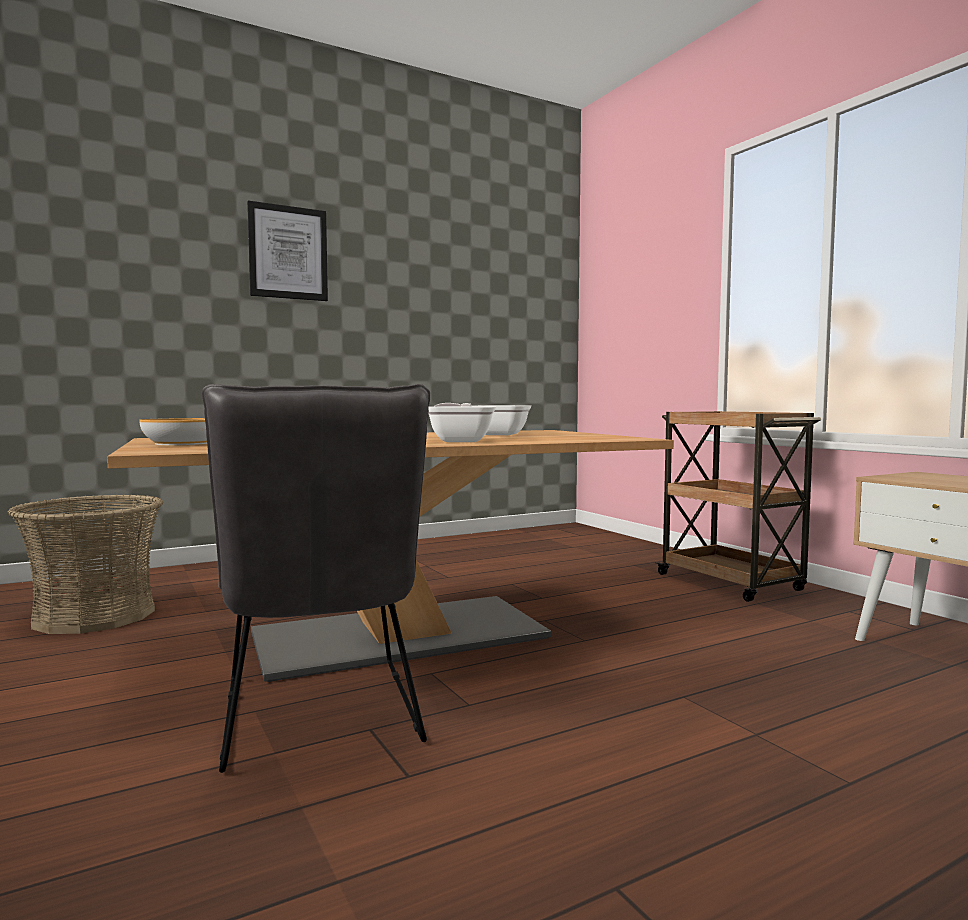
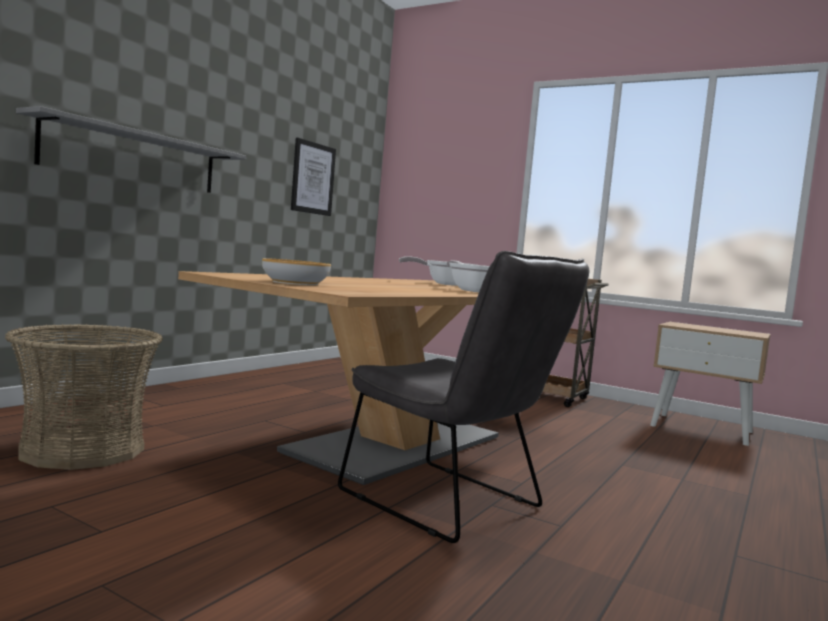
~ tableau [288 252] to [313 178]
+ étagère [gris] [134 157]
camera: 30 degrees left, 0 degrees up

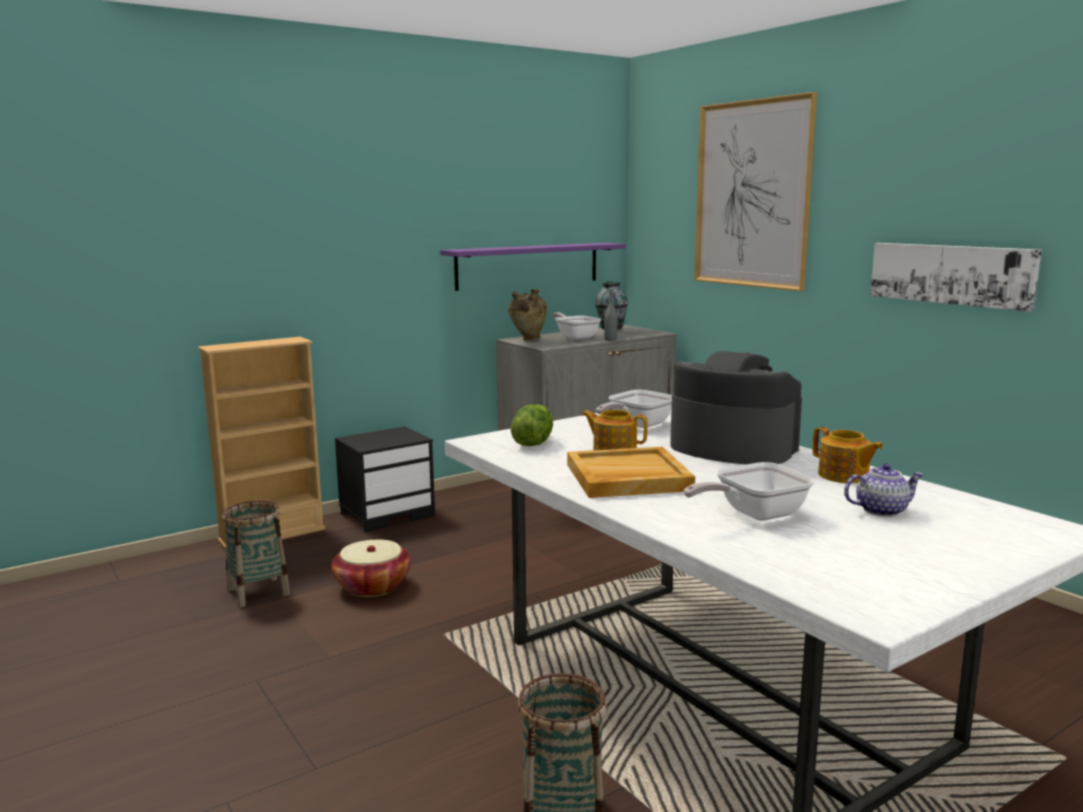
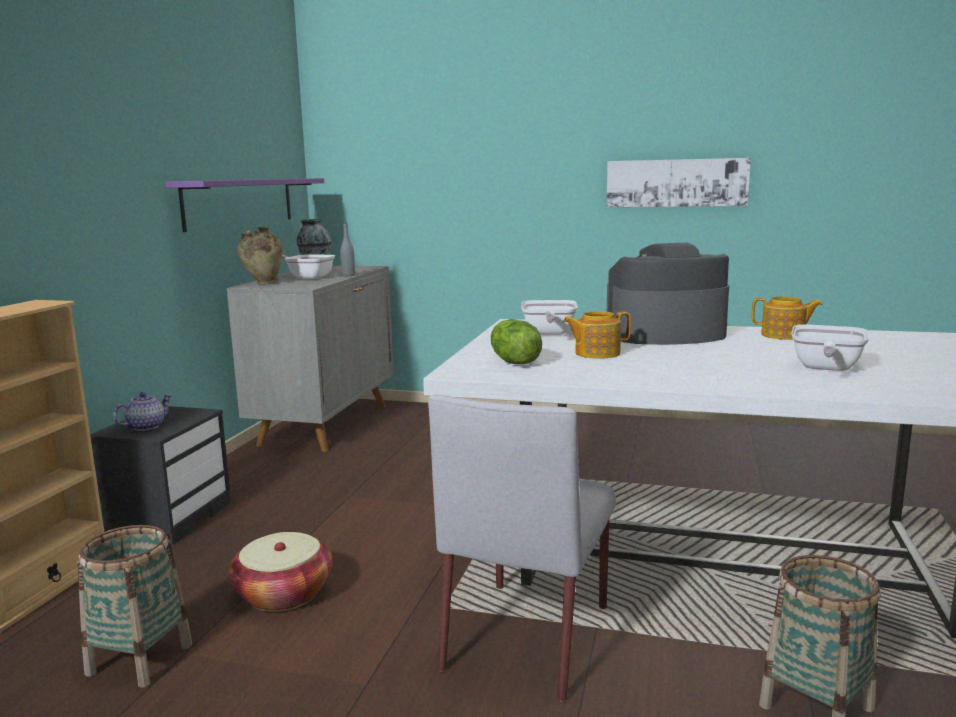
- tableau [752 194]
- plateau [beige] [627 477]
~ théière [881 510] to [146 426]
+ chaise [gris] [528 635]
camera: 40 degrees left, 0 degrees up

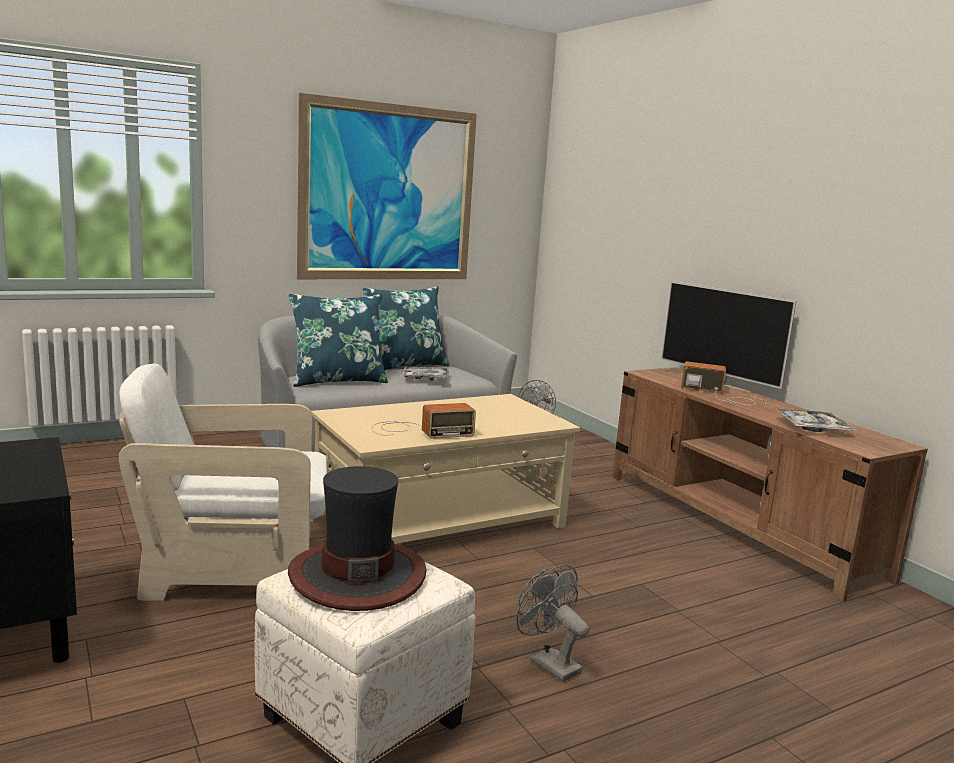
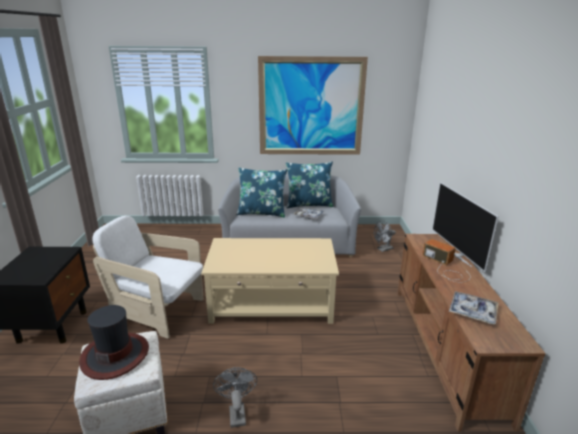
- radio [418 430]
camera: 30 degrees right, 10 degrees up

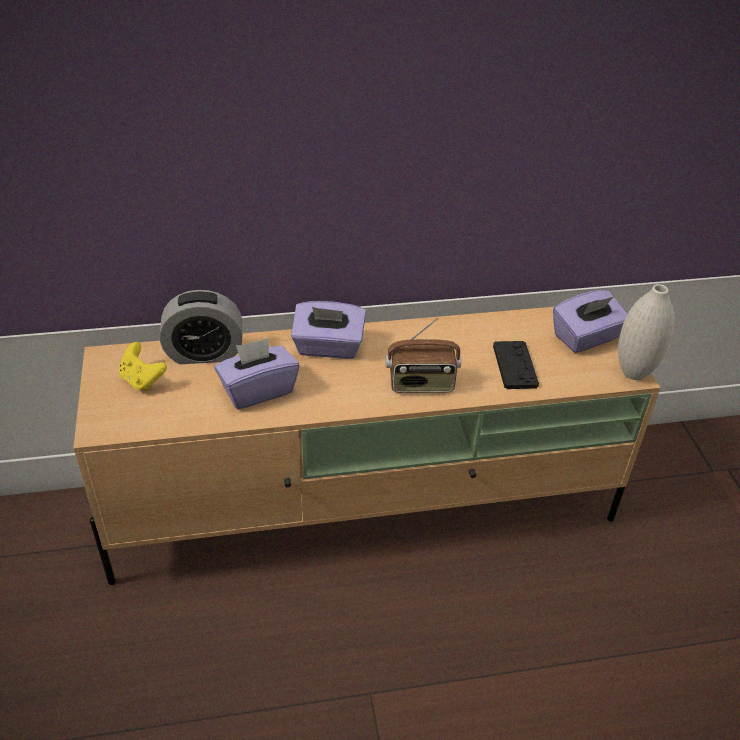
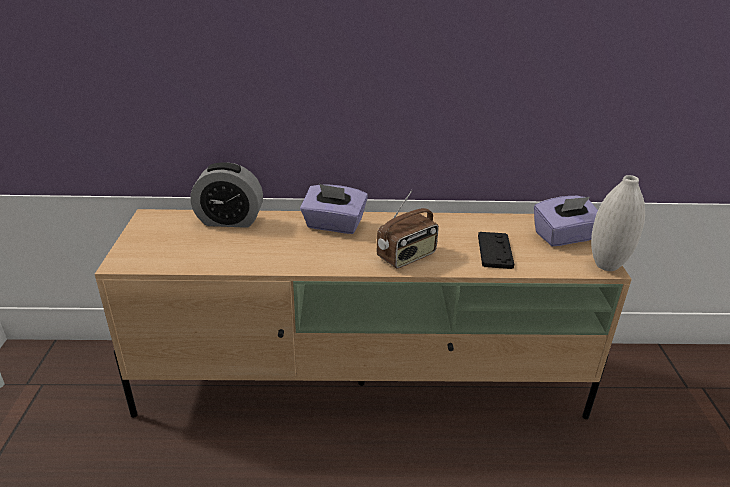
~ radio [421 384] = [407 257] 45 degrees counterclockwise
- boîte à mouchoirs [violet] [258 390]
- manette [jaune] [142 380]
camera: 10 degrees right, 10 degrees down

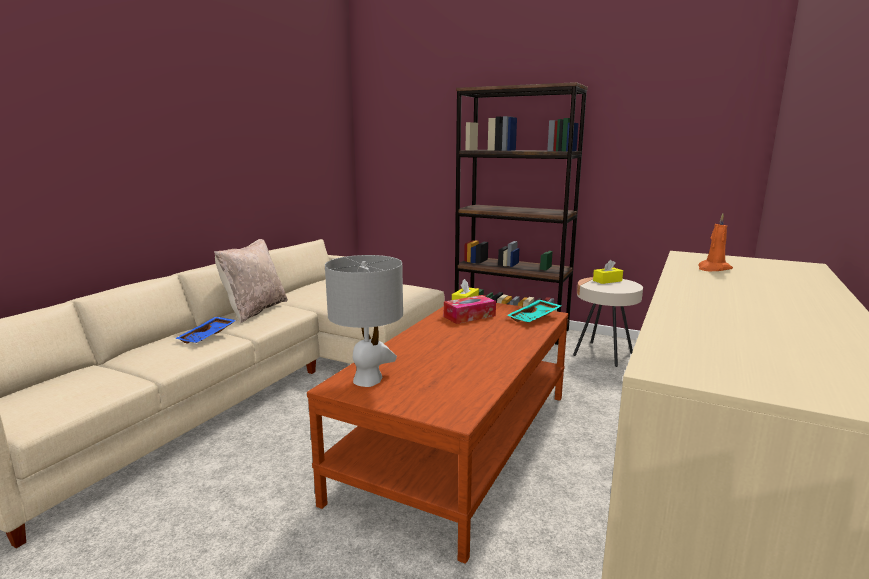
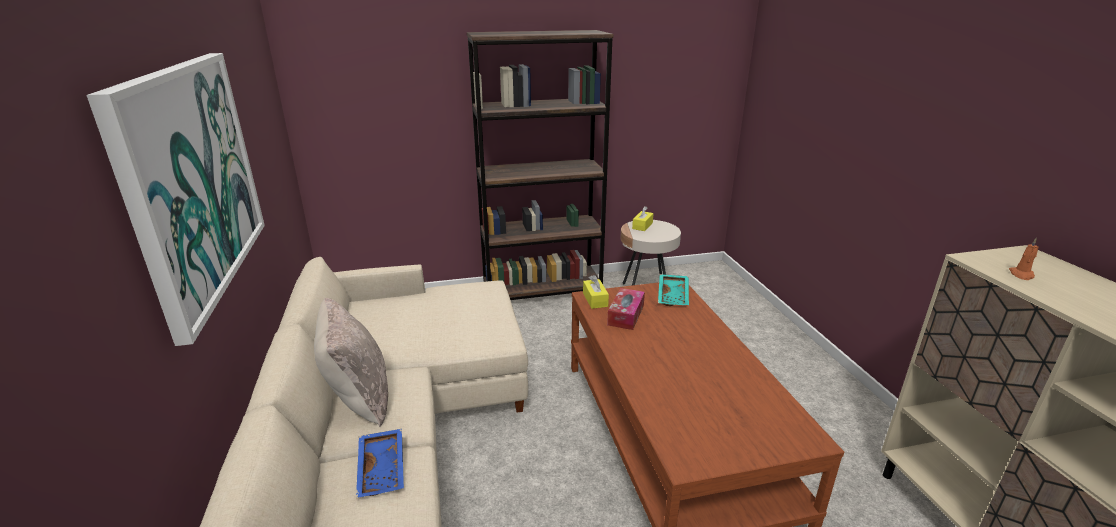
- lampe de table [gris] [368 380]
+ tableau [194 180]
camera: 40 degrees left, 10 degrees up

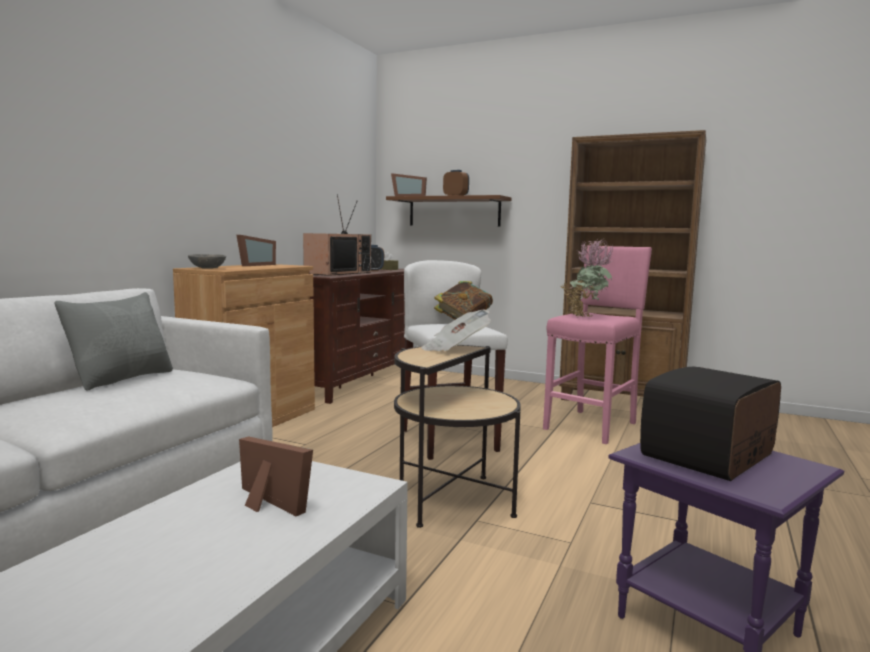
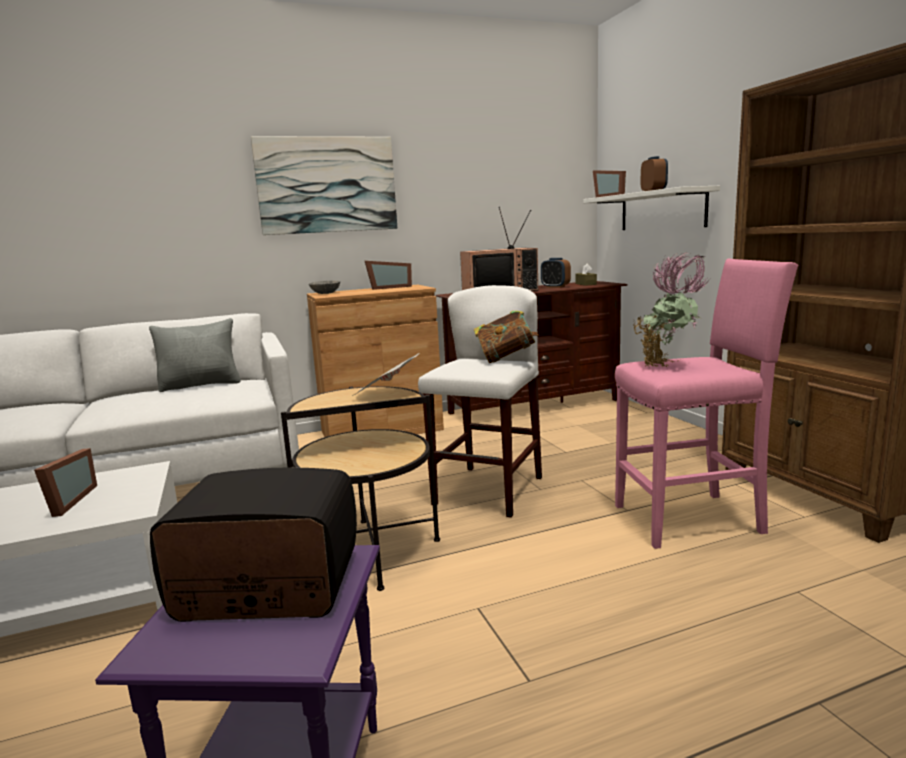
~ étagère [marron] [454 212] to étagère [blanc] [662 210]
+ tableau [327 185]
camera: 45 degrees right, 5 degrees up

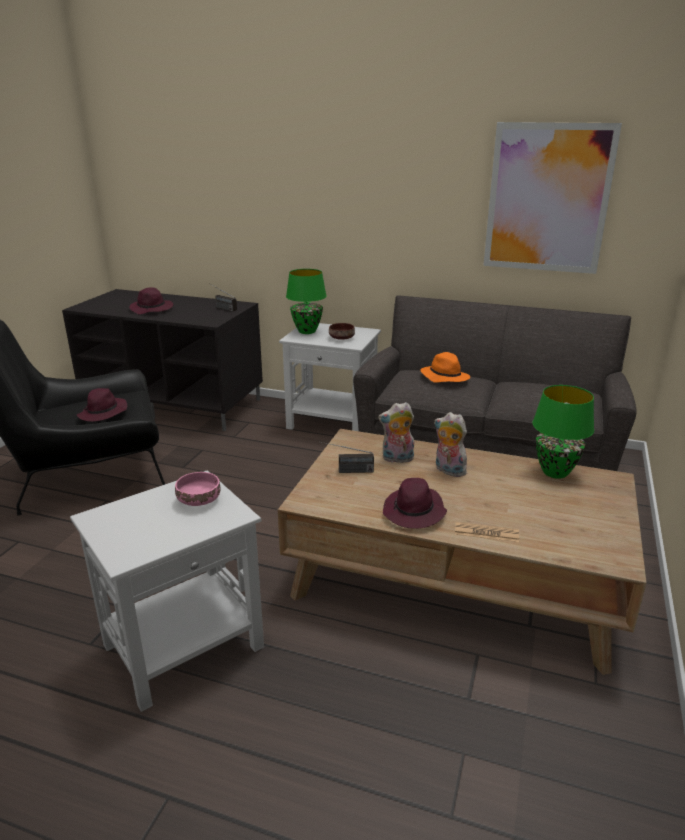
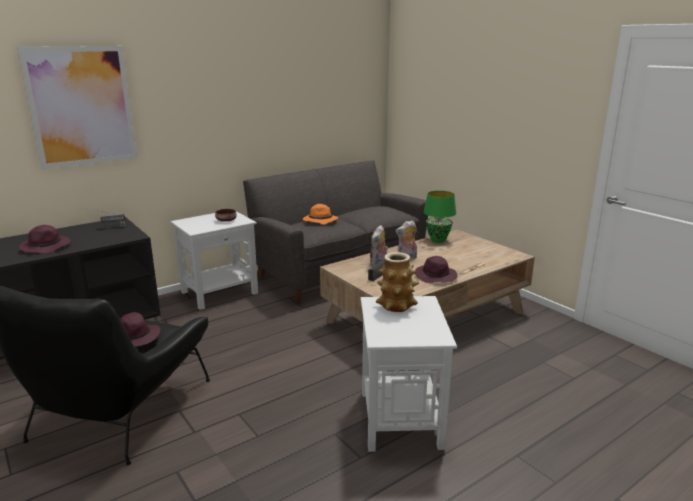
~ tableau [547 199] to [81 106]
- lampe de table [vert] [307 331]
~ bol [rose] [200 499] to vase [396 305]
camera: 55 degrees left, 5 degrees down

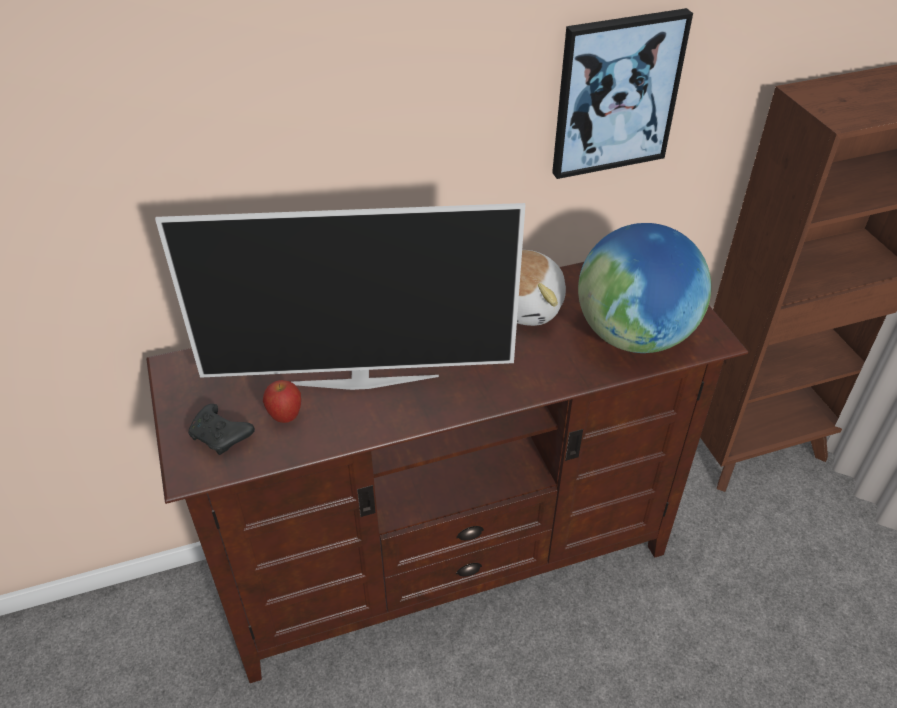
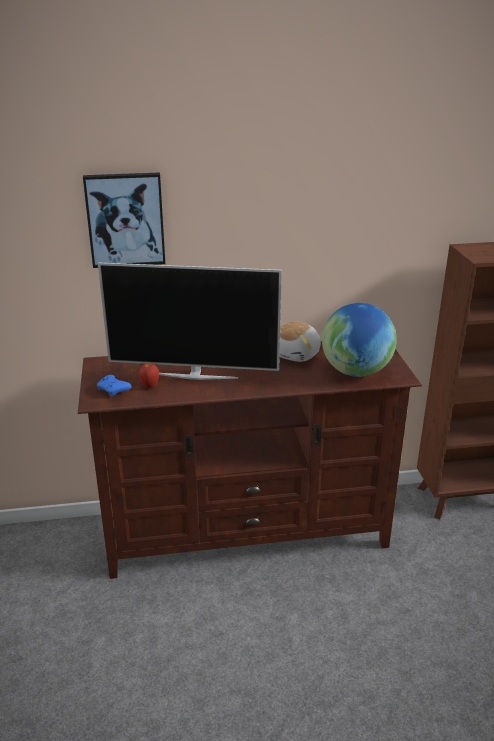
~ tableau [616 94] to [125 220]
~ manette [noir] [221 436] to manette [bleu] [113 390]
camera: 10 degrees right, 15 degrees down

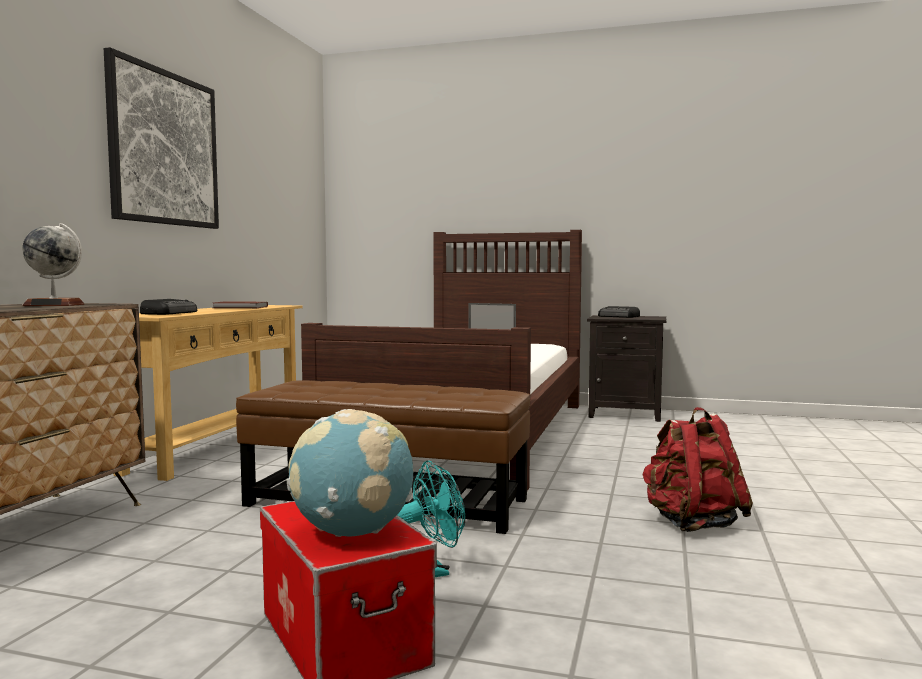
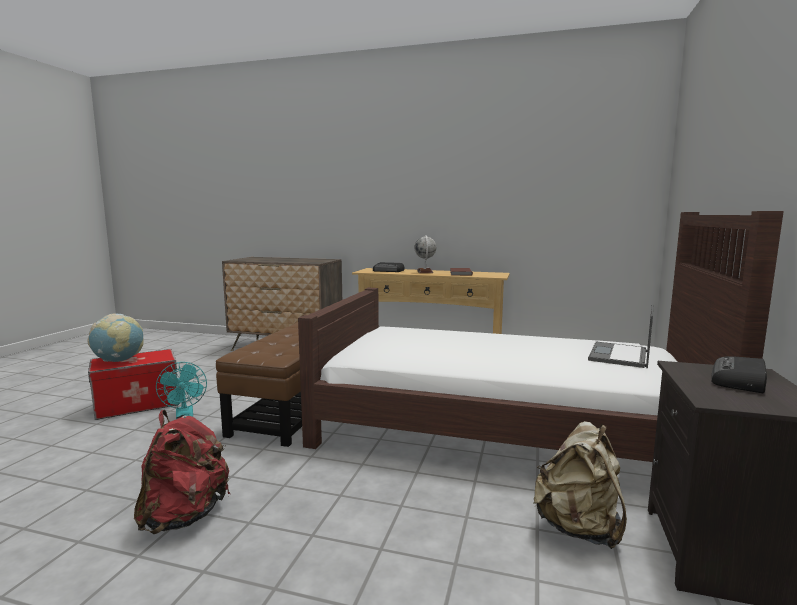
- tableau [164 148]
~ globe [54 305] to [425 271]
+ sac à dos [beige] [579 528]
camera: 90 degrees right, 5 degrees up

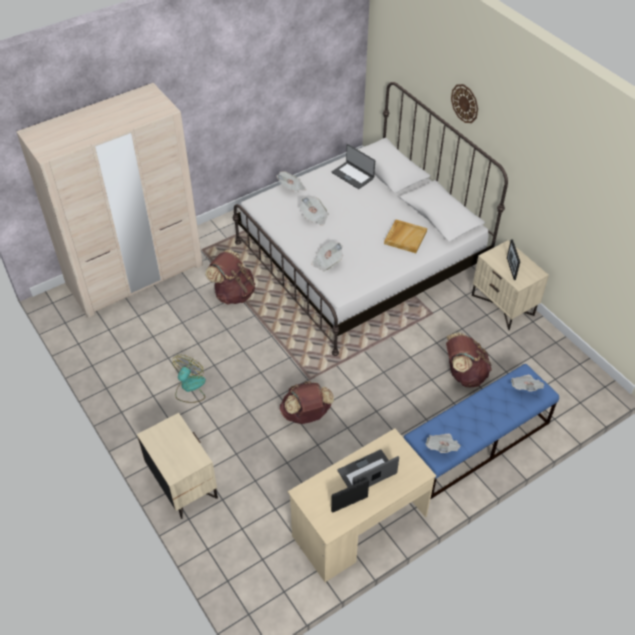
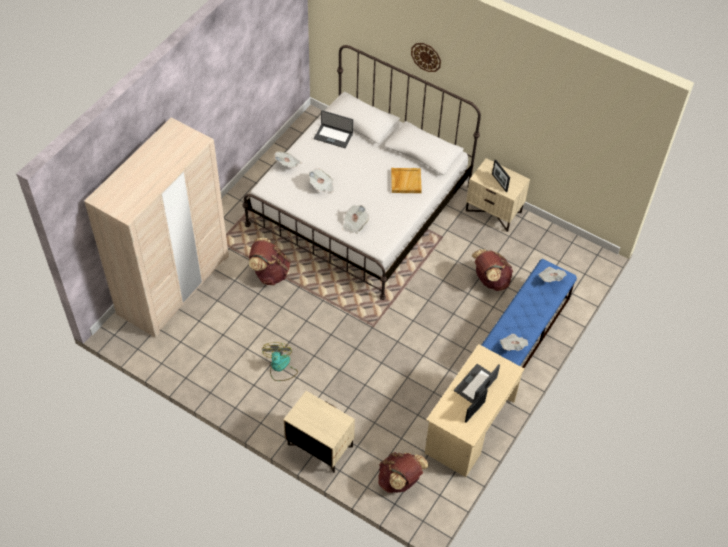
~ sac à dos [marron] [306 415] to [400 481]
camera: 25 degrees left, 5 degrees up

